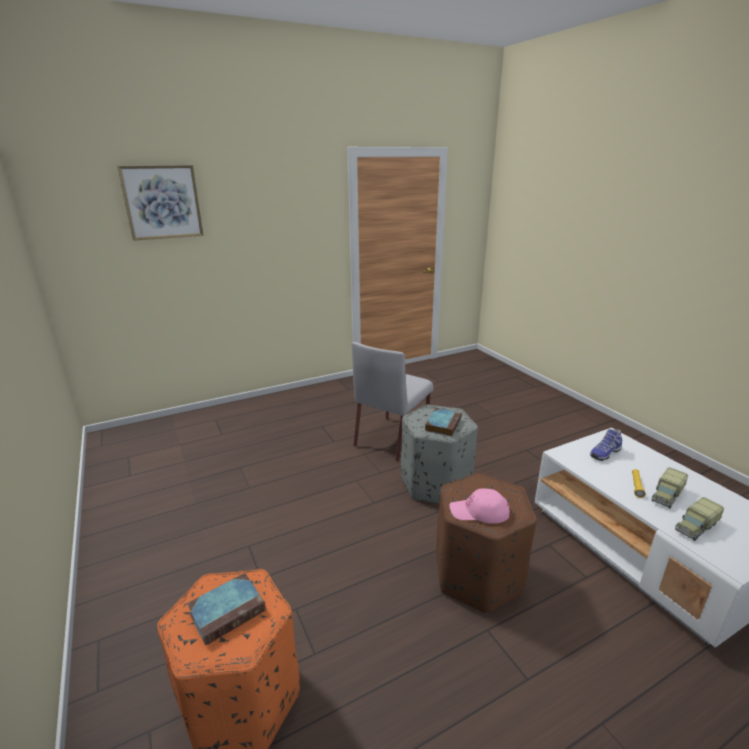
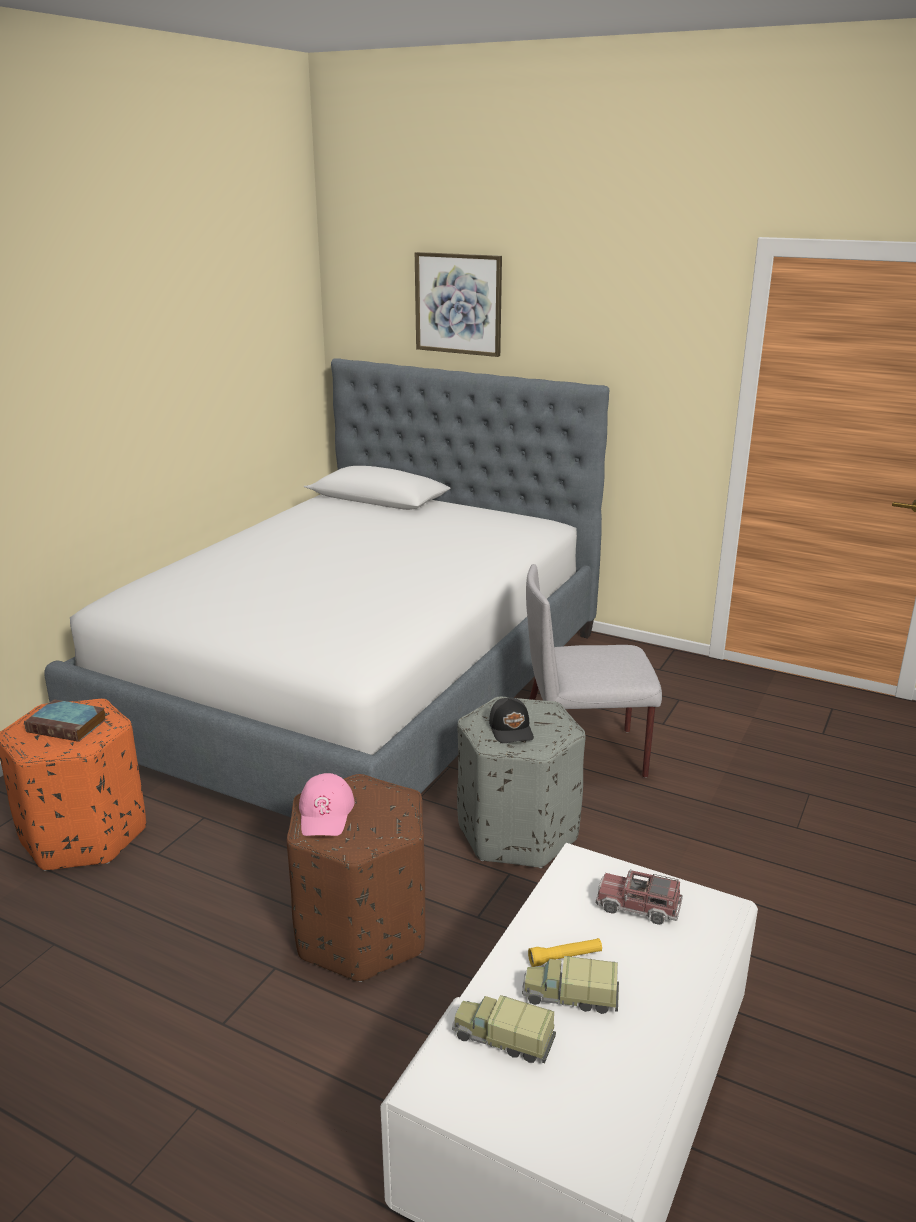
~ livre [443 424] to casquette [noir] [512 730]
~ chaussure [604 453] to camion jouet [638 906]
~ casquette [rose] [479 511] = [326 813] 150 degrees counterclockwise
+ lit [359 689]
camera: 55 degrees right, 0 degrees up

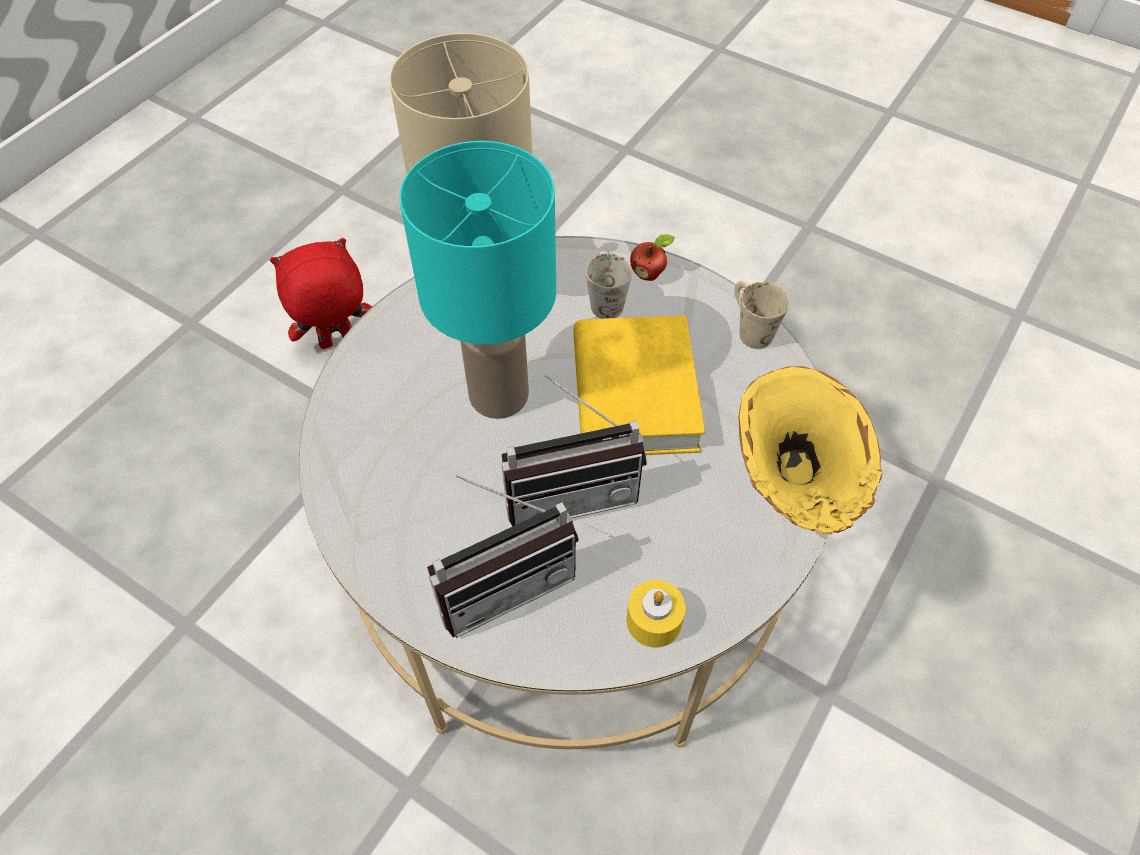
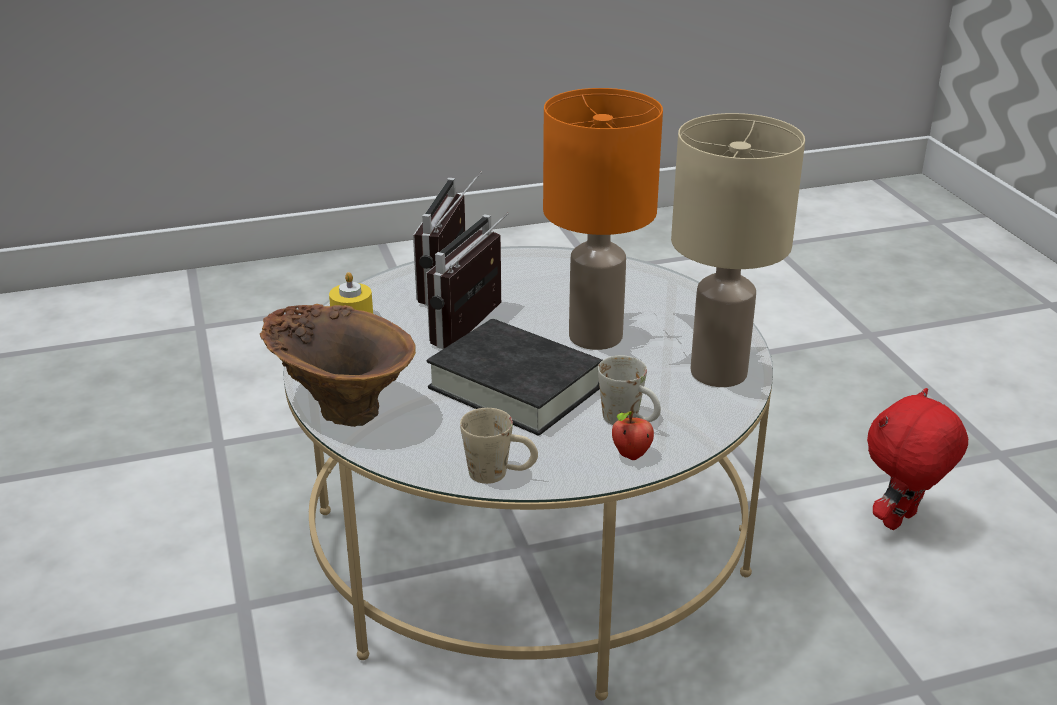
~ lampe de table [turquoise] [501 394] to lampe de table [orange] [595 337]
~ peluche [rouge] [337 343] = [901 521] 150 degrees counterclockwise
~ livre [jaune] [634 394] to livre [noir] [516 387]
~ vase [jaune] [789 491] to vase [marron] [342 406]
camera: 130 degrees right, 25 degrees down

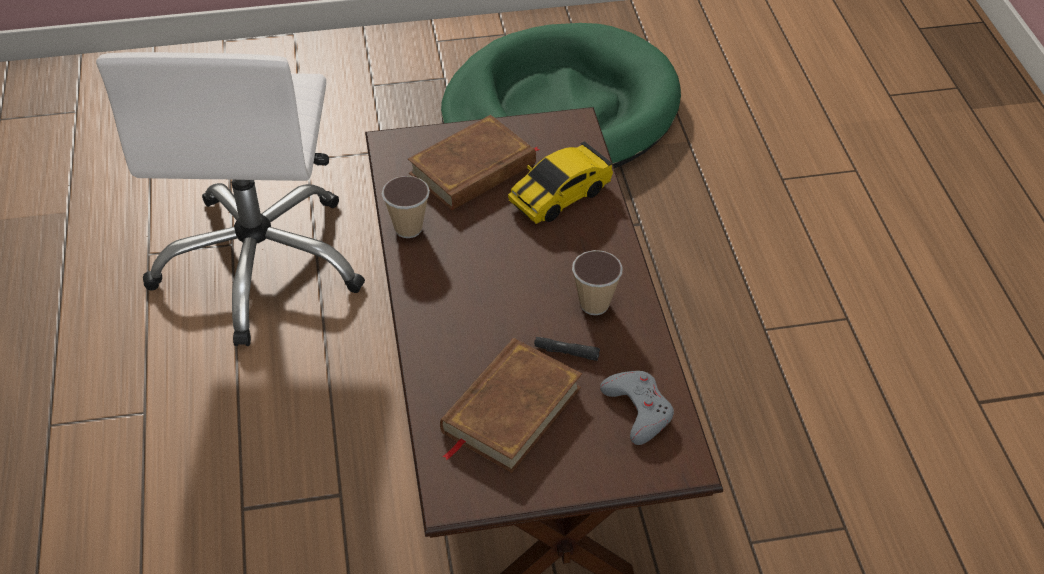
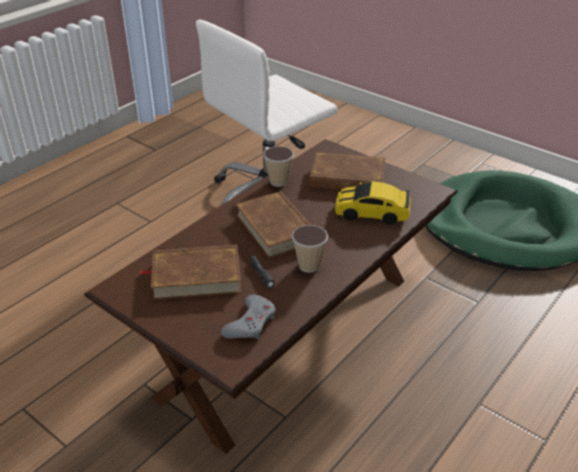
+ livre [marron] [276 228]
camera: 50 degrees right, 10 degrees down

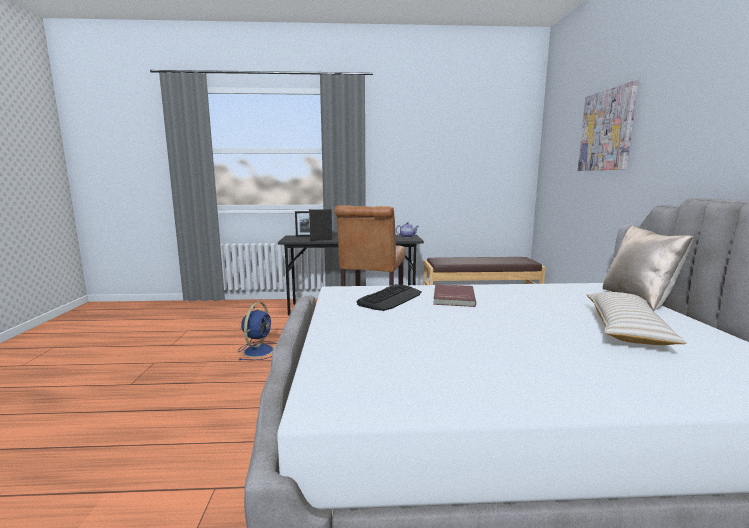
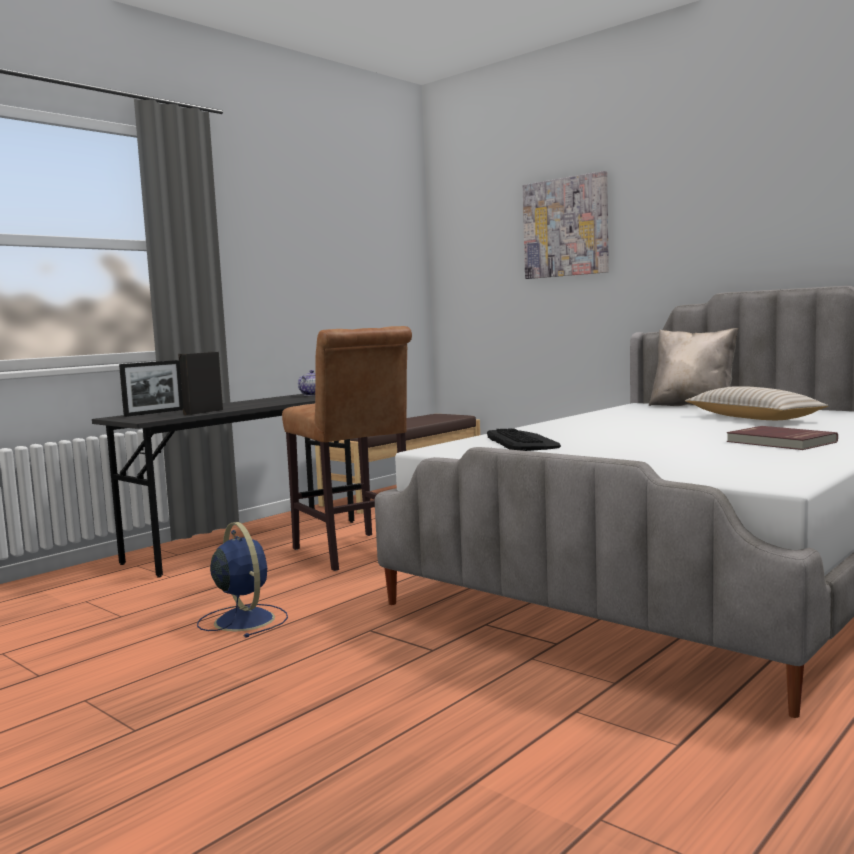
~ livre [rouge] [452 297] to [780 442]
camera: 45 degrees left, 5 degrees down

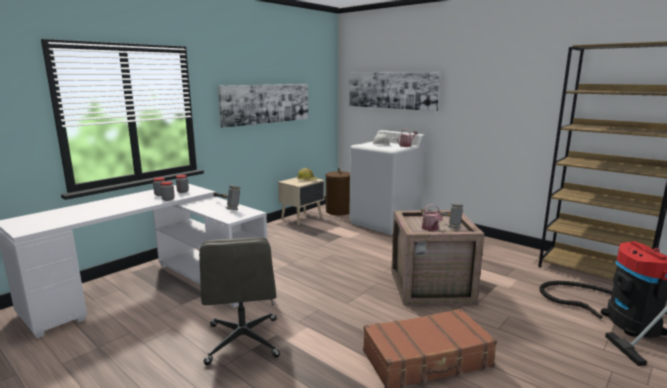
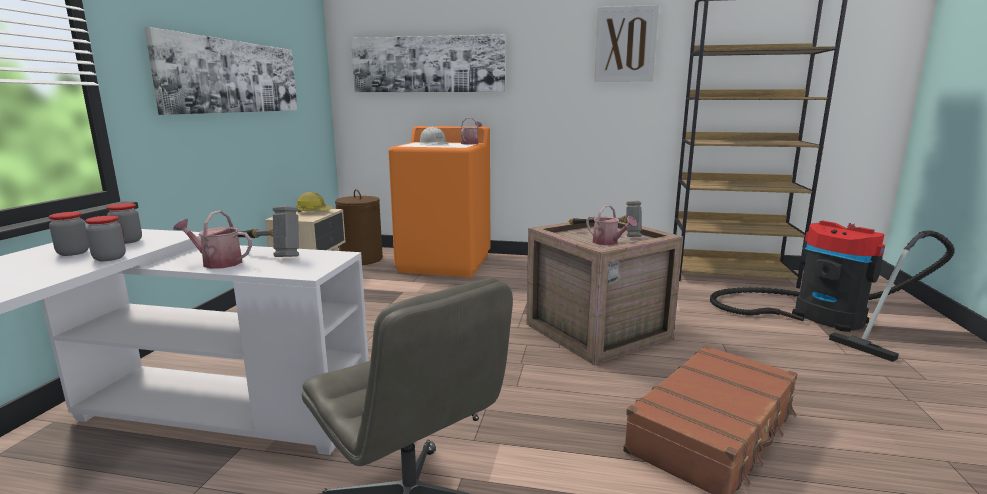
~ lave-linge [blanc] [385 222] to lave-linge [orange] [445 263]
+ tableau [625 44]
+ arrosoir [217 262]
camera: 30 degrees left, 0 degrees up

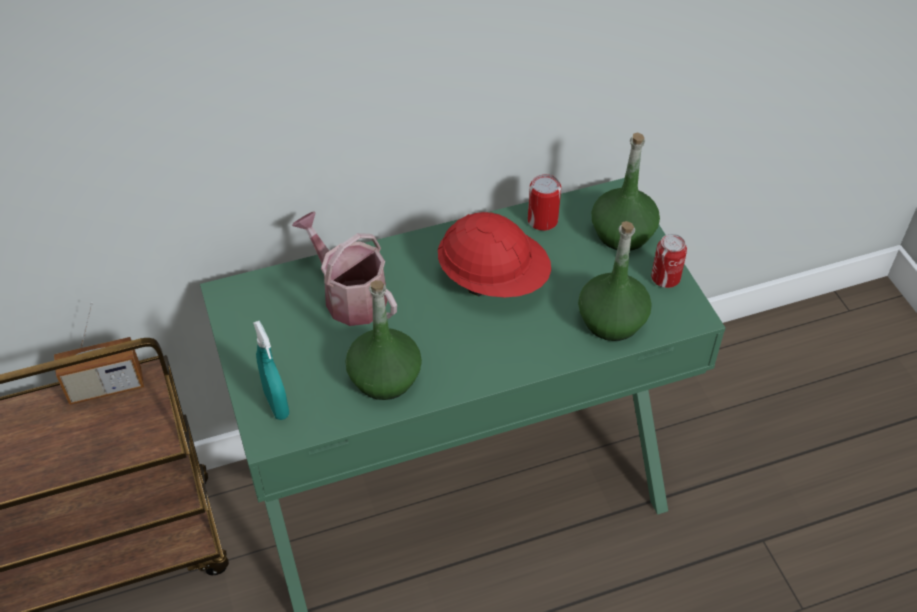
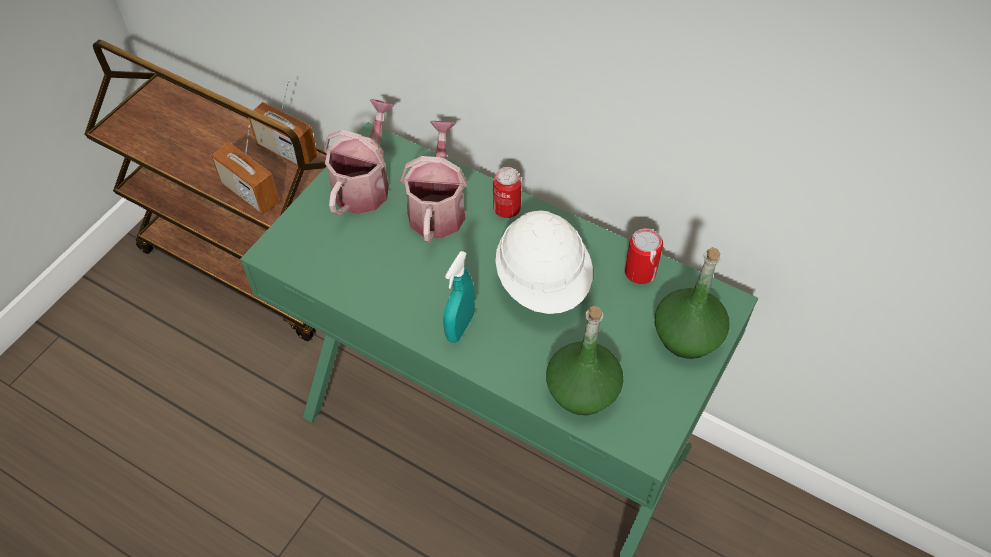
~ casque de chantier [rouge] [493 279] to casque de chantier [blanc] [543 282]
~ boîte métallique [665 279] to [506 209]
- bouteille [vert] [384 377]
~ vaporisateur [turquoise] [276 404] to [460 327]
+ arrosoir [364 184]
+ radio [250 193]
camera: 50 degrees right, 5 degrees up

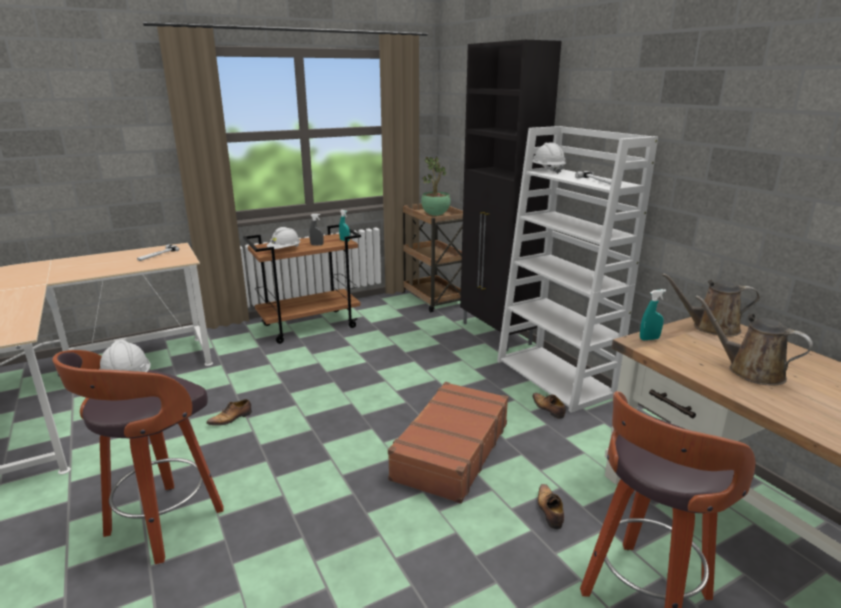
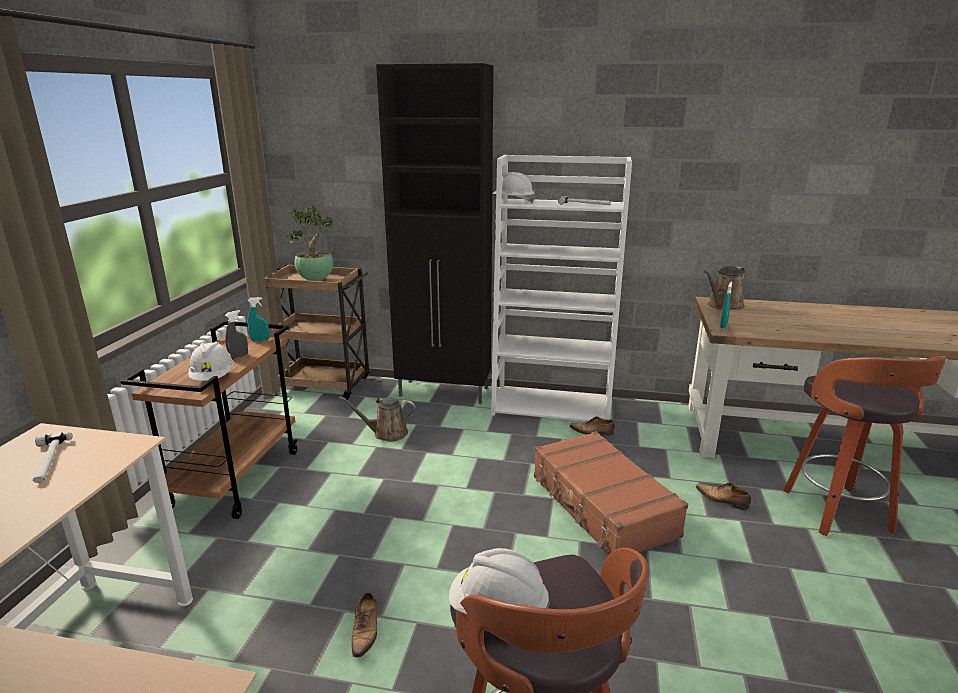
~ arrosoir [marron] [750 371] to [387 433]
camera: 50 degrees left, 0 degrees up

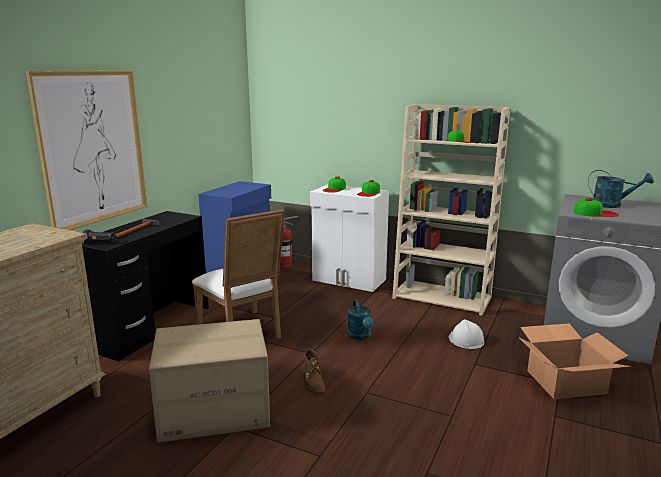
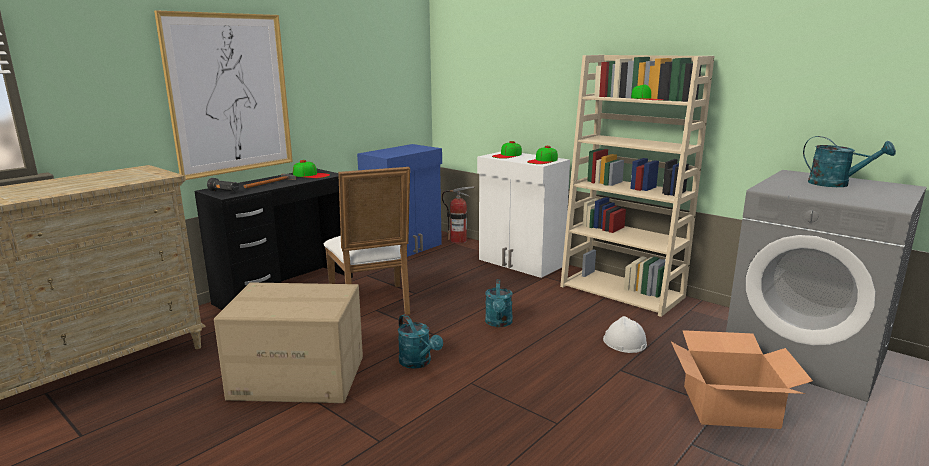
~ casquette [596 213] to [311 175]
~ botte [marron] [313 381] to arrosoir [turquoise] [418 363]
camera: 15 degrees right, 0 degrees up

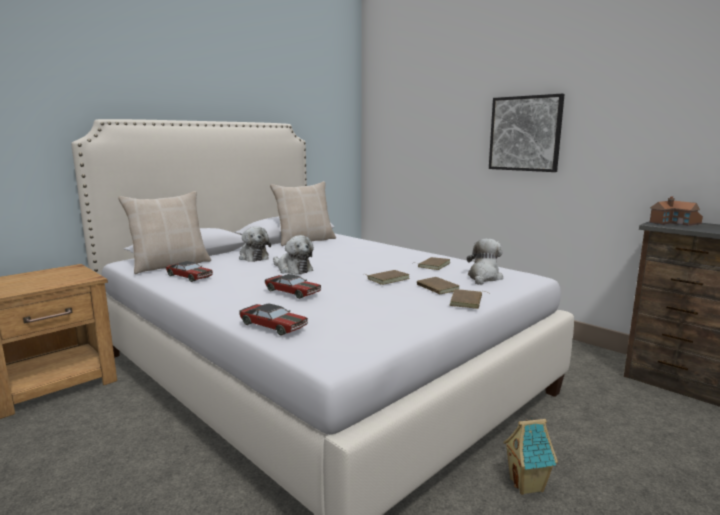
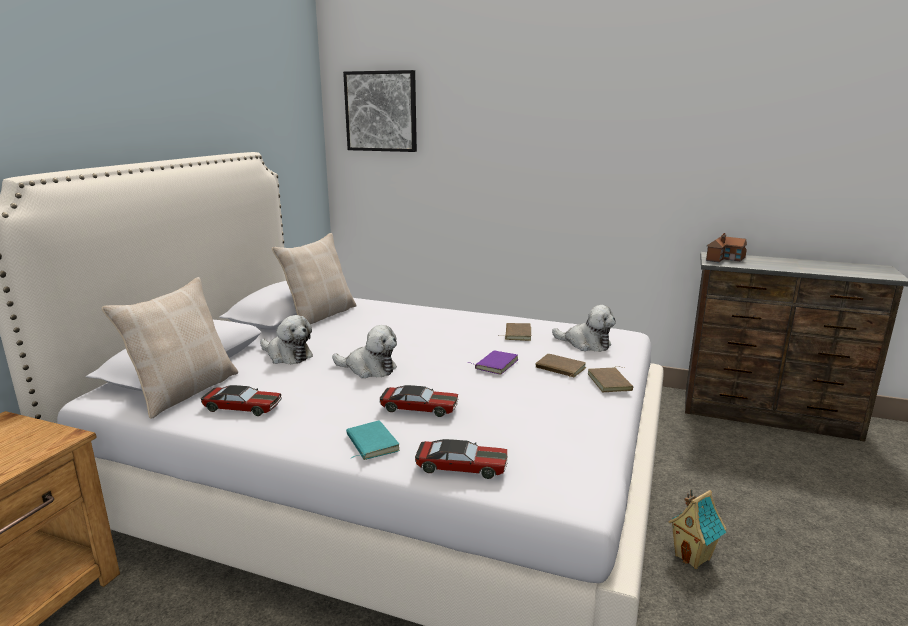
~ tableau [525 133] to [381 111]
~ peluche [484 277] = [586 344] 120 degrees clockwise
~ livre [marron] [387 279] to livre [violet] [495 364]
+ livre [turquoise] [370 443]
camera: 25 degrees left, 5 degrees up

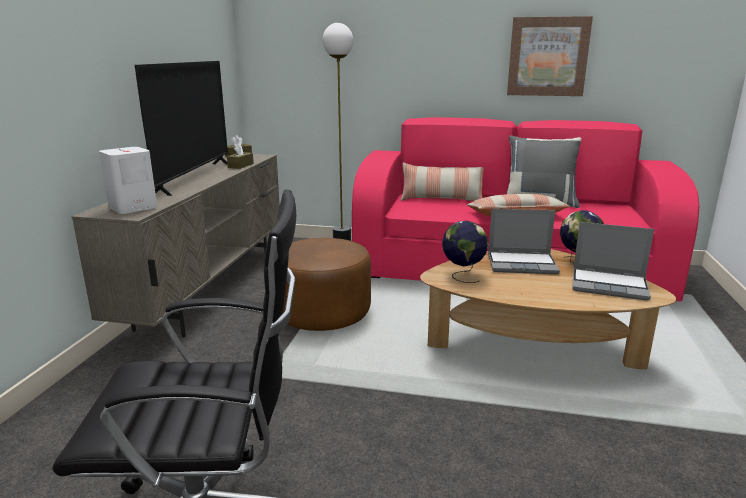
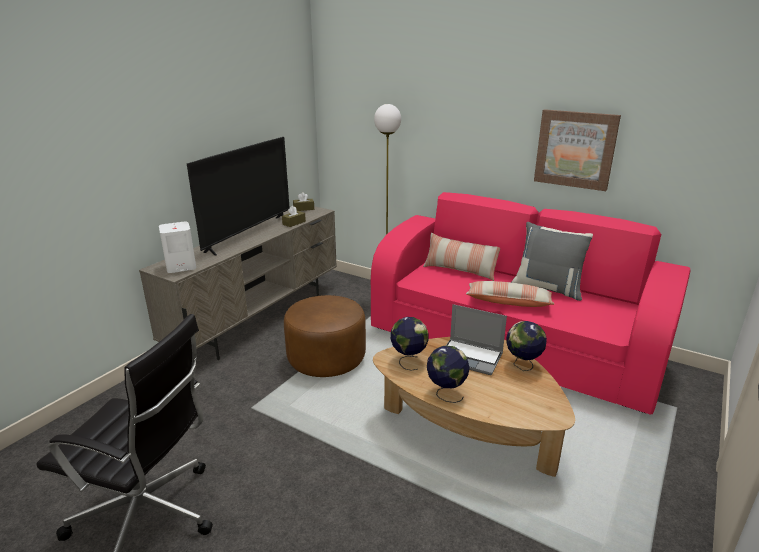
- ordinateur portable [610 285]
+ globe [446 393]
camera: 20 degrees right, 5 degrees up

